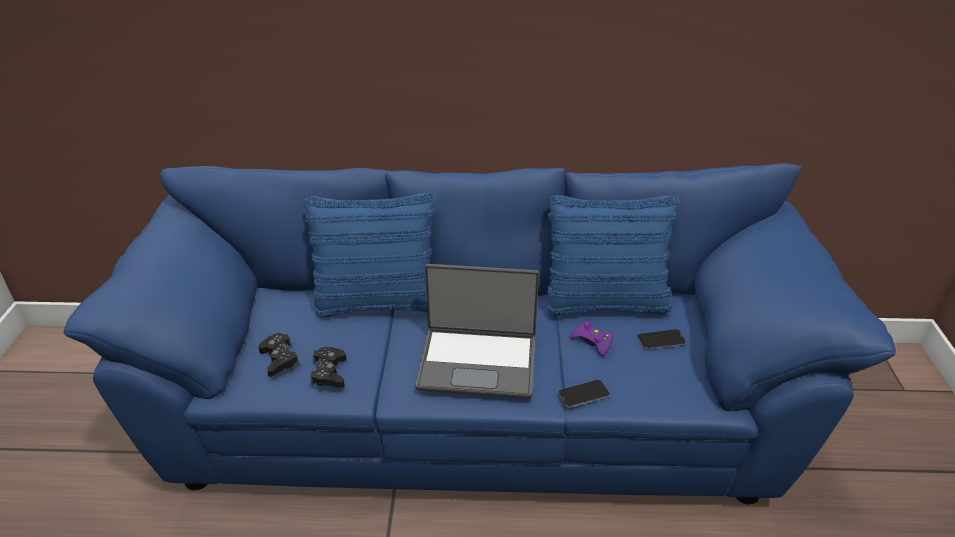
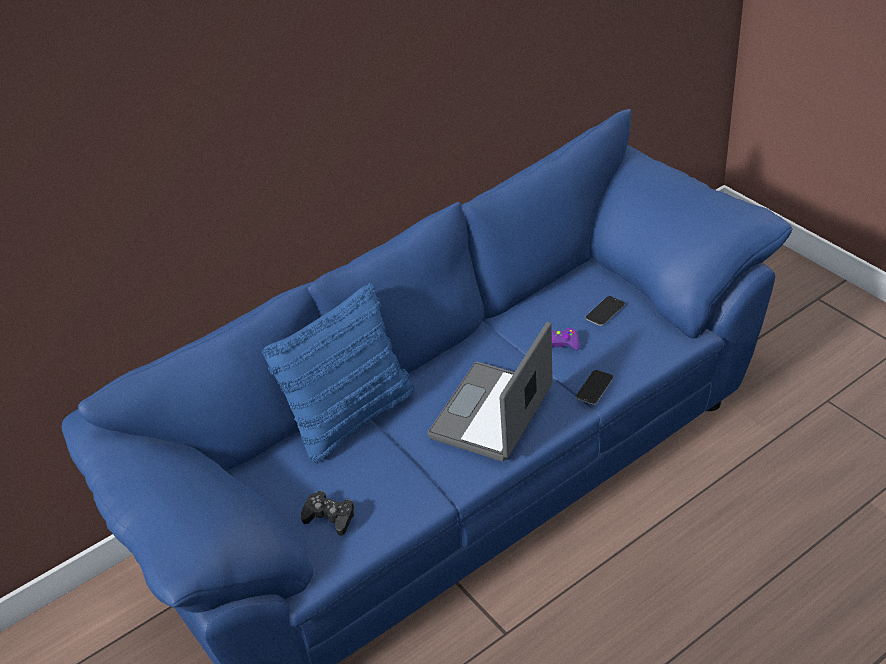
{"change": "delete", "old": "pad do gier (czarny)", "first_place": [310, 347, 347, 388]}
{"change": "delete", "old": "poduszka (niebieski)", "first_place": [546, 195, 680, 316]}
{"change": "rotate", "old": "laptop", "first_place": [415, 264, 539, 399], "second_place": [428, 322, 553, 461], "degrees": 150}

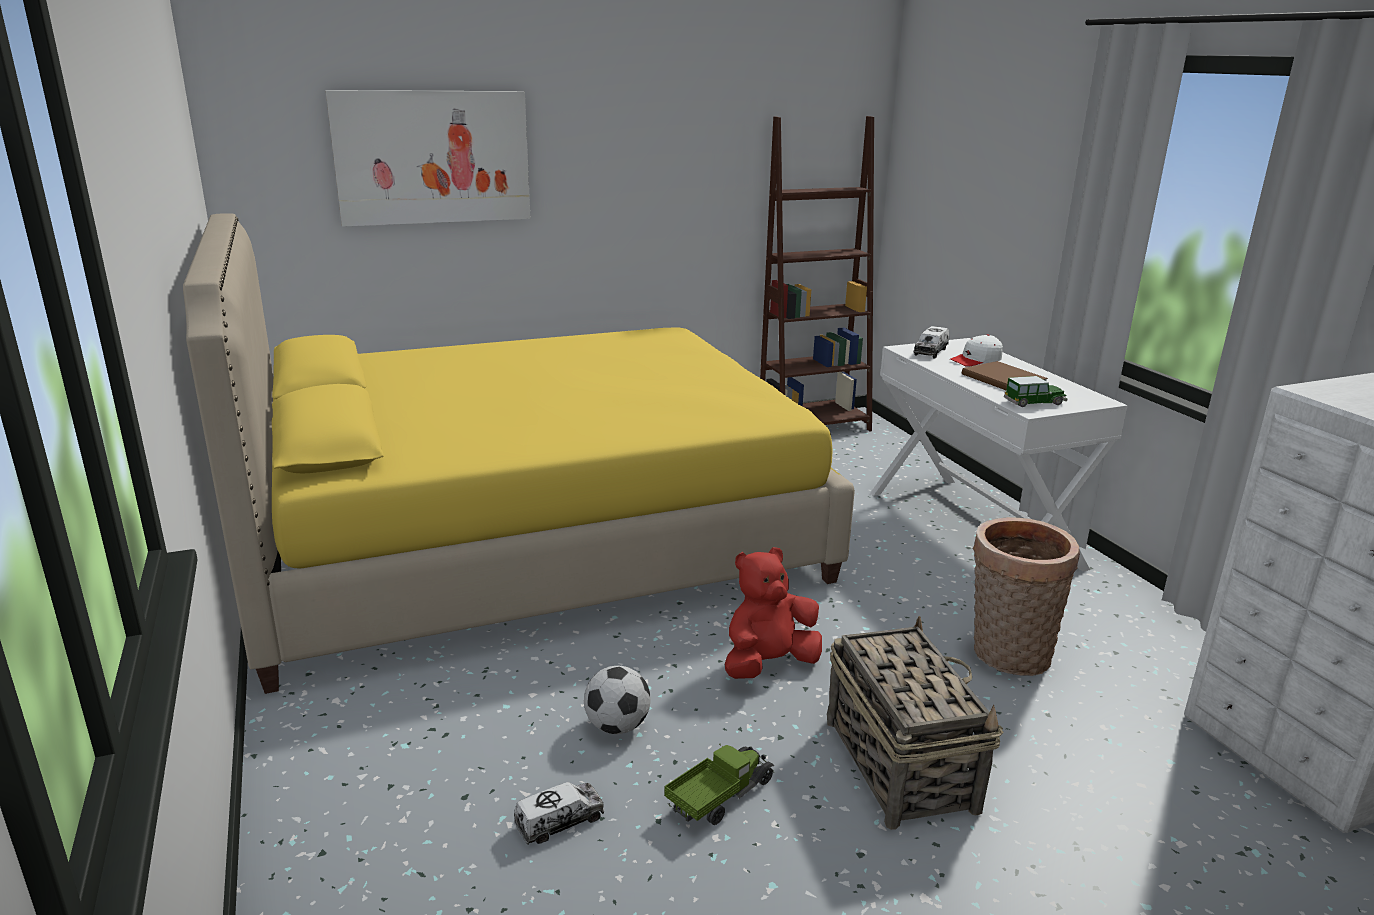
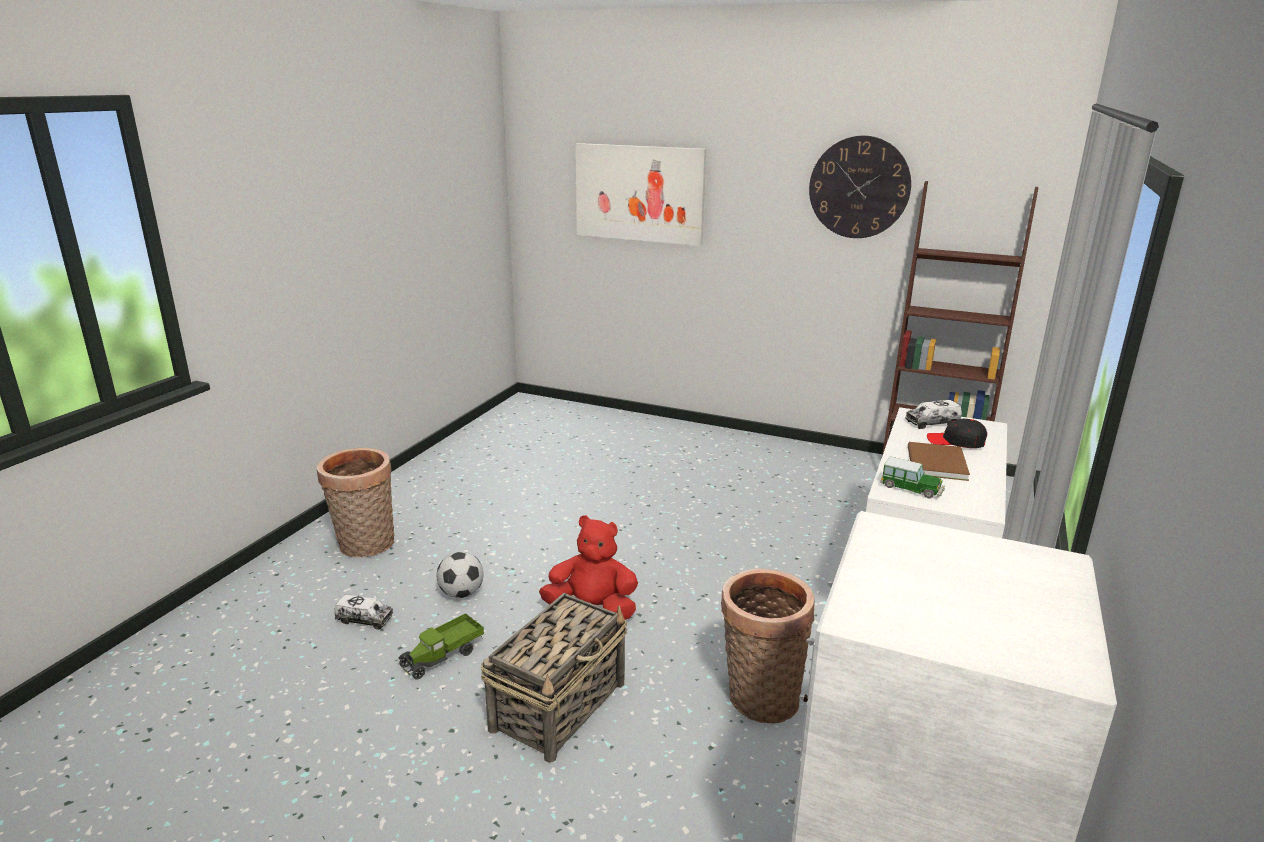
{"change": "delete", "old": "łóżko (żółty)", "first_place": [183, 213, 855, 694]}
{"change": "insert", "new": "koszyk", "second_place": [317, 448, 395, 557]}
{"change": "insert", "new": "zegar ścienny", "second_place": [809, 136, 911, 238]}
{"change": "recolor", "old": "czapka z daszkiem (biały)", "new": "czapka z daszkiem (czarny)", "first_place": [949, 334, 1003, 367], "second_place": [927, 419, 987, 448]}
{"change": "rotate", "old": "ciężarówka zabawkowa", "first_place": [664, 744, 774, 825], "second_place": [398, 613, 484, 680], "degrees": 135}

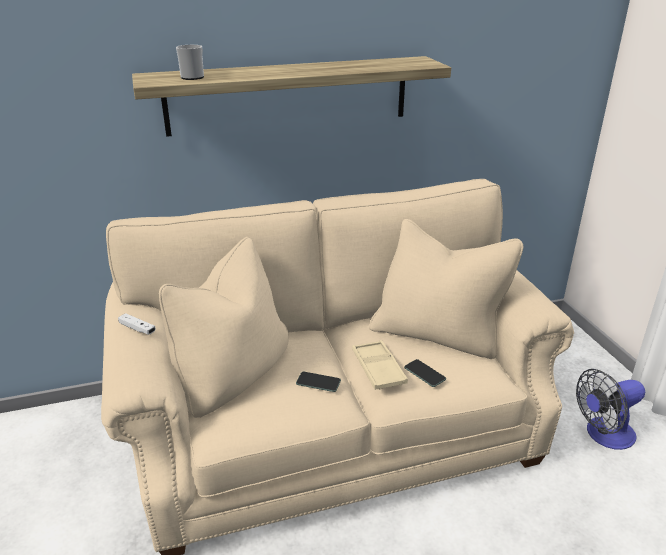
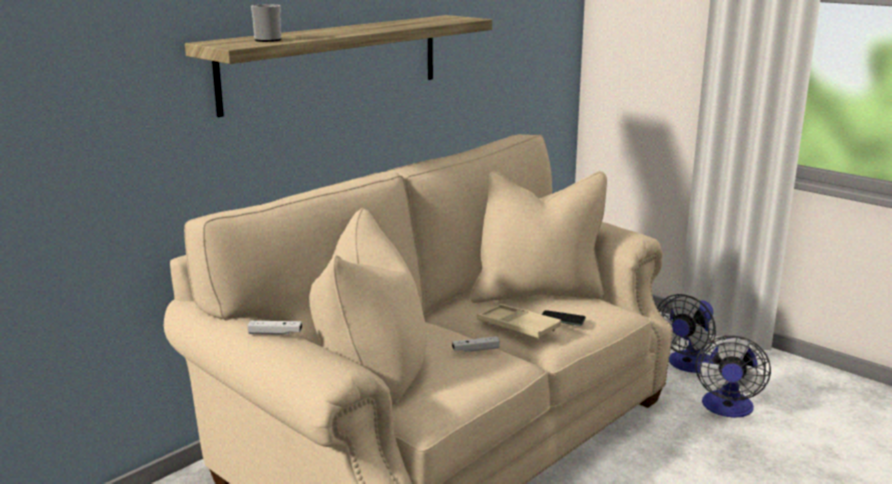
{"change": "insert", "new": "wentylator", "second_place": [695, 335, 771, 418]}
{"change": "replace", "old": "telefon", "new": "pad do gier (biały)", "first_place": [296, 372, 341, 392], "second_place": [452, 336, 500, 352]}

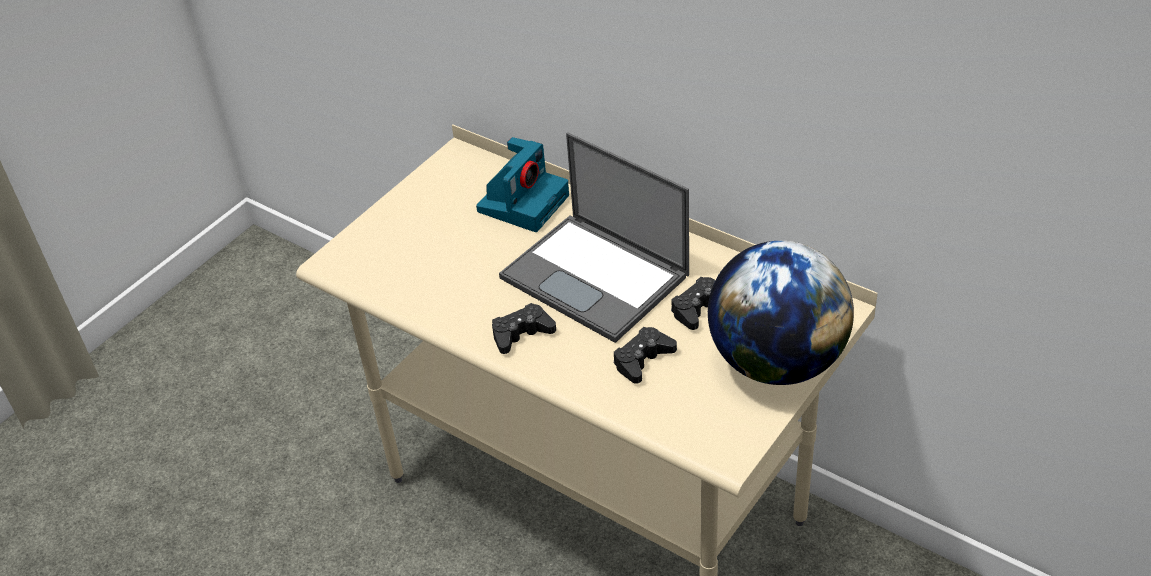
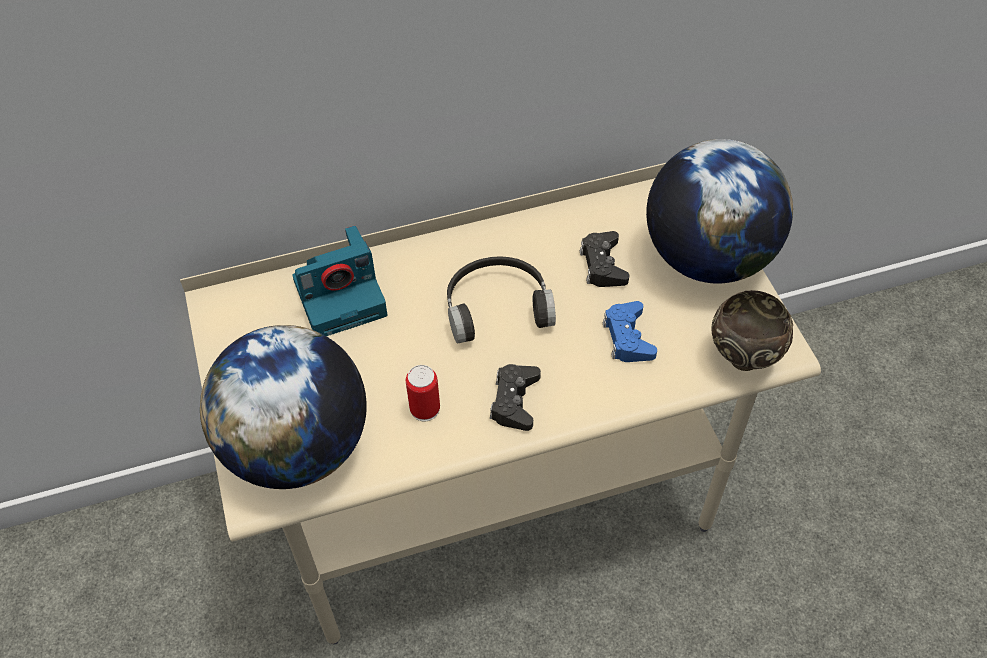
{"change": "insert", "new": "globus", "second_place": [200, 325, 367, 489]}
{"change": "insert", "new": "puszka", "second_place": [406, 365, 440, 421]}
{"change": "insert", "new": "miska (brązowy)", "second_place": [711, 290, 793, 371]}
{"change": "replace", "old": "laptop", "new": "słuchawki (czarny)", "first_place": [499, 132, 689, 343], "second_place": [447, 256, 556, 344]}
{"change": "recolor", "old": "pad do gier (czarny)", "new": "pad do gier (niebieski)", "first_place": [614, 327, 677, 384], "second_place": [603, 301, 657, 362]}
{"change": "rotate", "old": "aparat fotograficzny", "first_place": [476, 137, 569, 232], "second_place": [292, 226, 387, 336], "degrees": 90}

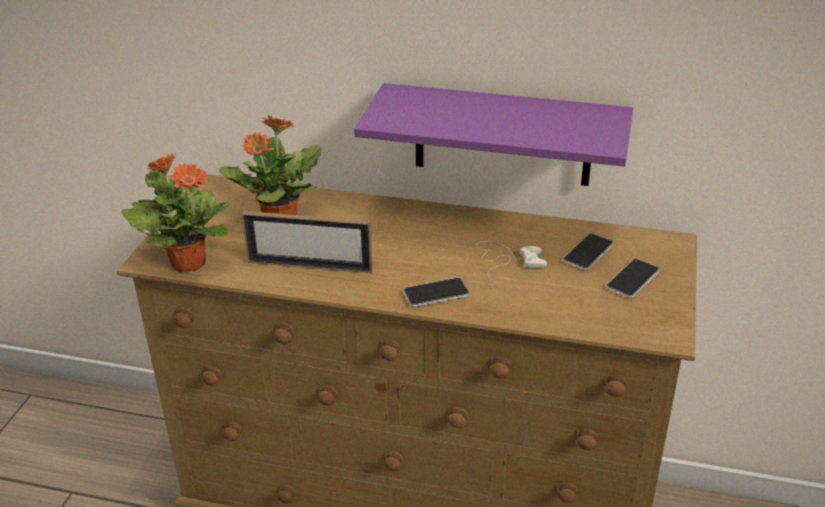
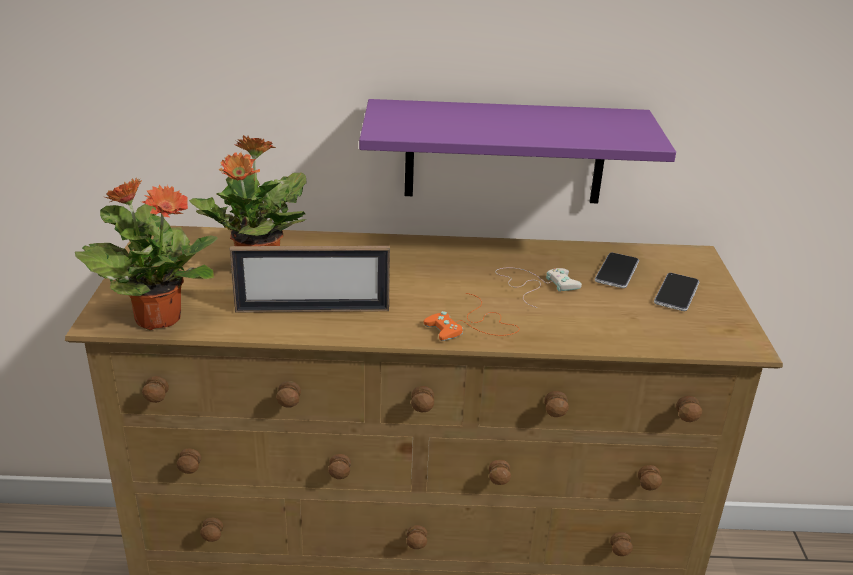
{"change": "replace", "old": "telefon", "new": "pad do gier (pomarańczowy)", "first_place": [403, 278, 469, 307], "second_place": [424, 293, 519, 341]}

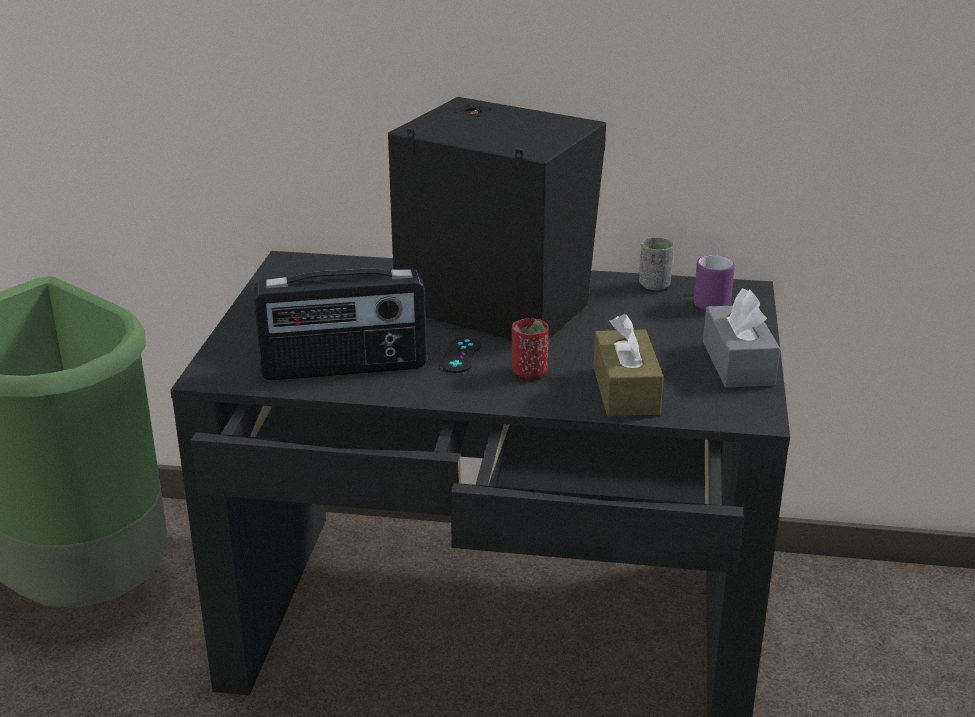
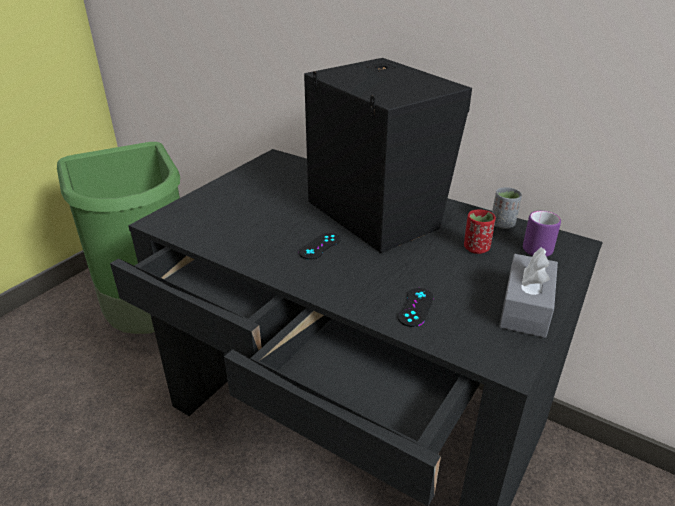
{"change": "delete", "old": "radio", "first_place": [254, 269, 427, 381]}
{"change": "move", "old": "filiżanka (czerwony)", "first_place": [512, 318, 549, 379], "second_place": [464, 209, 496, 254]}
{"change": "replace", "old": "pudełko chusteczek (brązowy)", "new": "pad do gier (czarny)", "first_place": [594, 314, 664, 417], "second_place": [397, 288, 434, 327]}

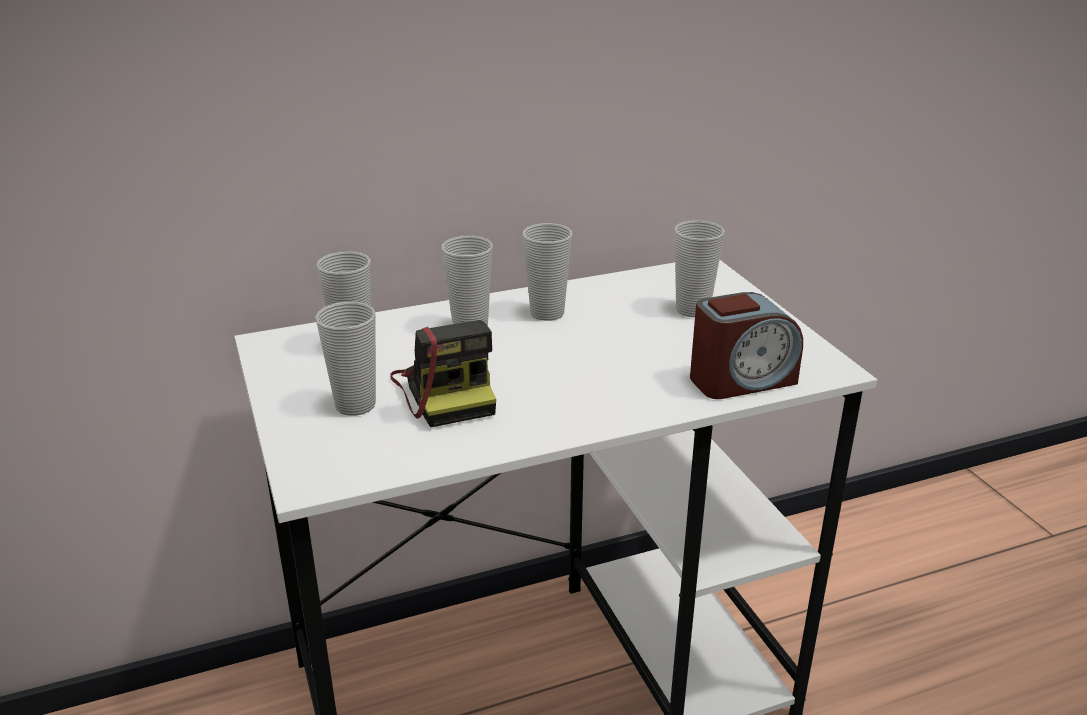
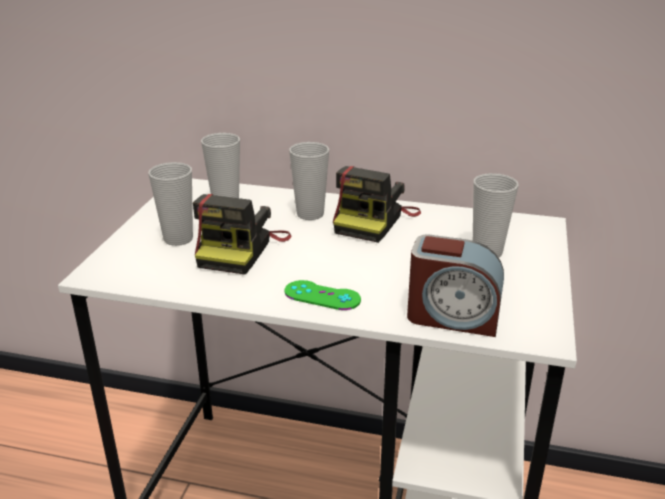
{"change": "insert", "new": "pad do gier (zielony)", "second_place": [285, 280, 361, 310]}
{"change": "replace", "old": "filiżanka", "new": "aparat fotograficzny", "first_place": [523, 223, 572, 321], "second_place": [333, 166, 421, 243]}

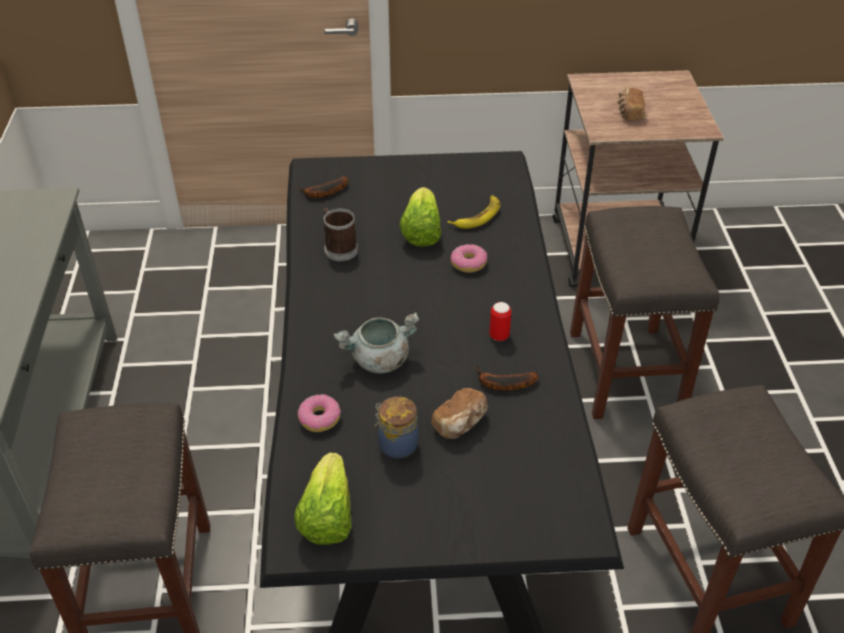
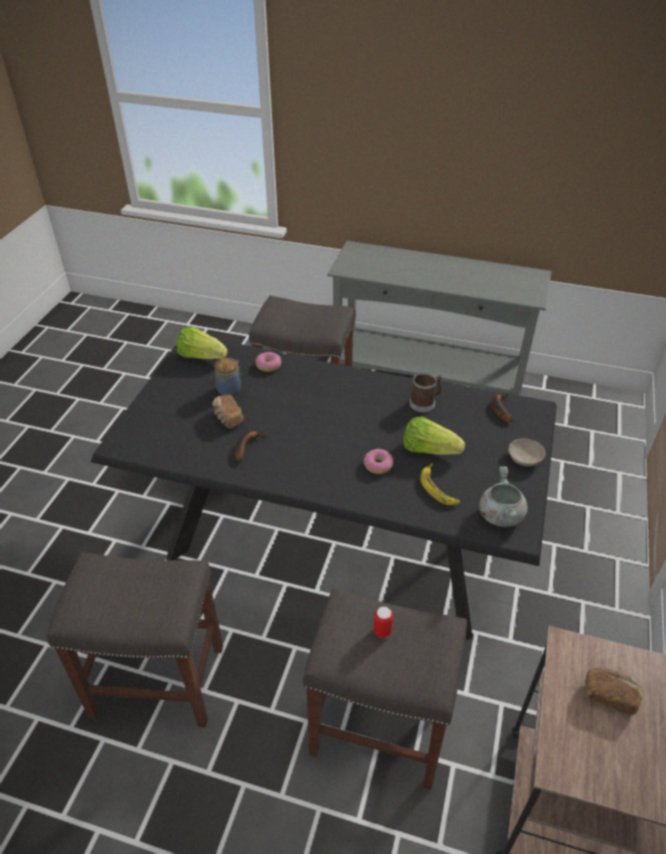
{"change": "insert", "new": "miska (beżowy)", "second_place": [508, 438, 545, 466]}
{"change": "move", "old": "garnek (szary)", "first_place": [333, 312, 420, 373], "second_place": [479, 466, 528, 527]}
{"change": "move", "old": "puszka", "first_place": [489, 302, 512, 341], "second_place": [374, 607, 393, 638]}

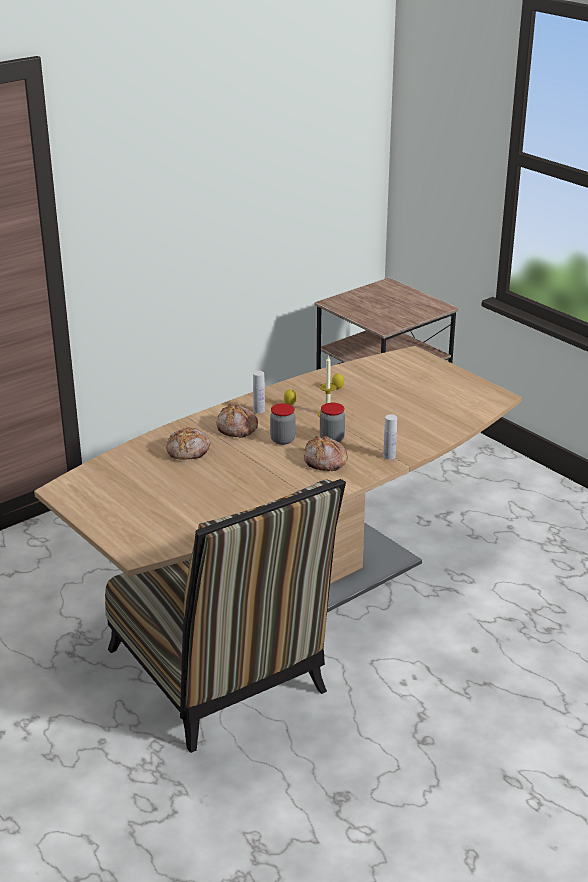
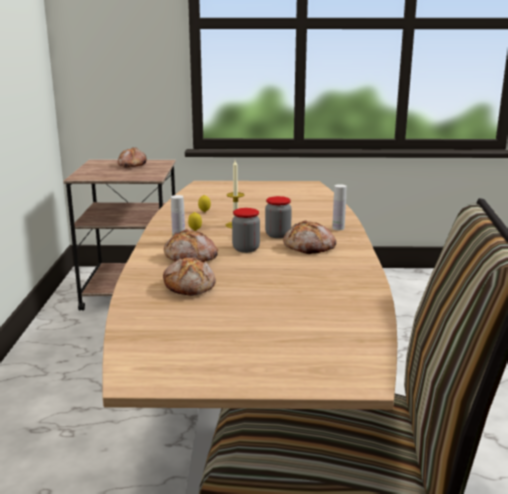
{"change": "insert", "new": "chleb", "second_place": [118, 147, 147, 168]}

